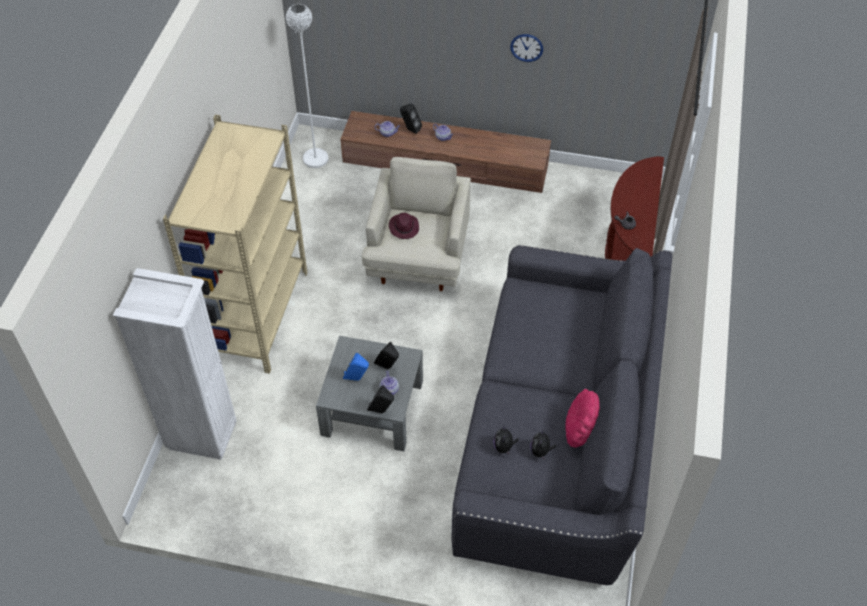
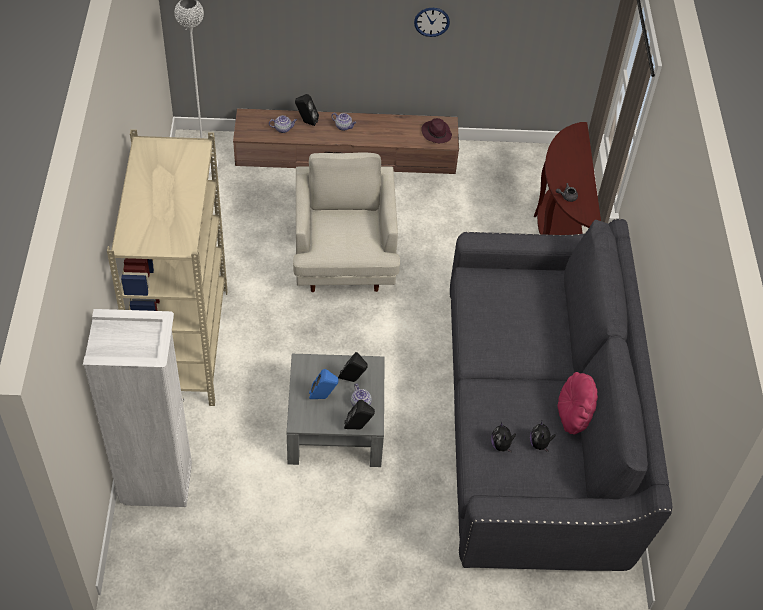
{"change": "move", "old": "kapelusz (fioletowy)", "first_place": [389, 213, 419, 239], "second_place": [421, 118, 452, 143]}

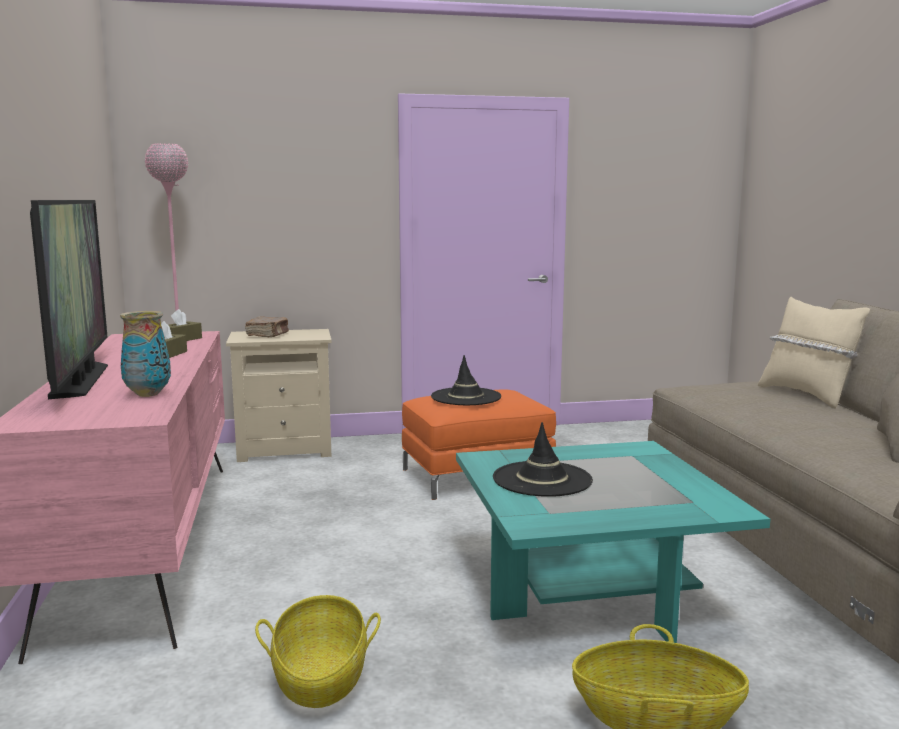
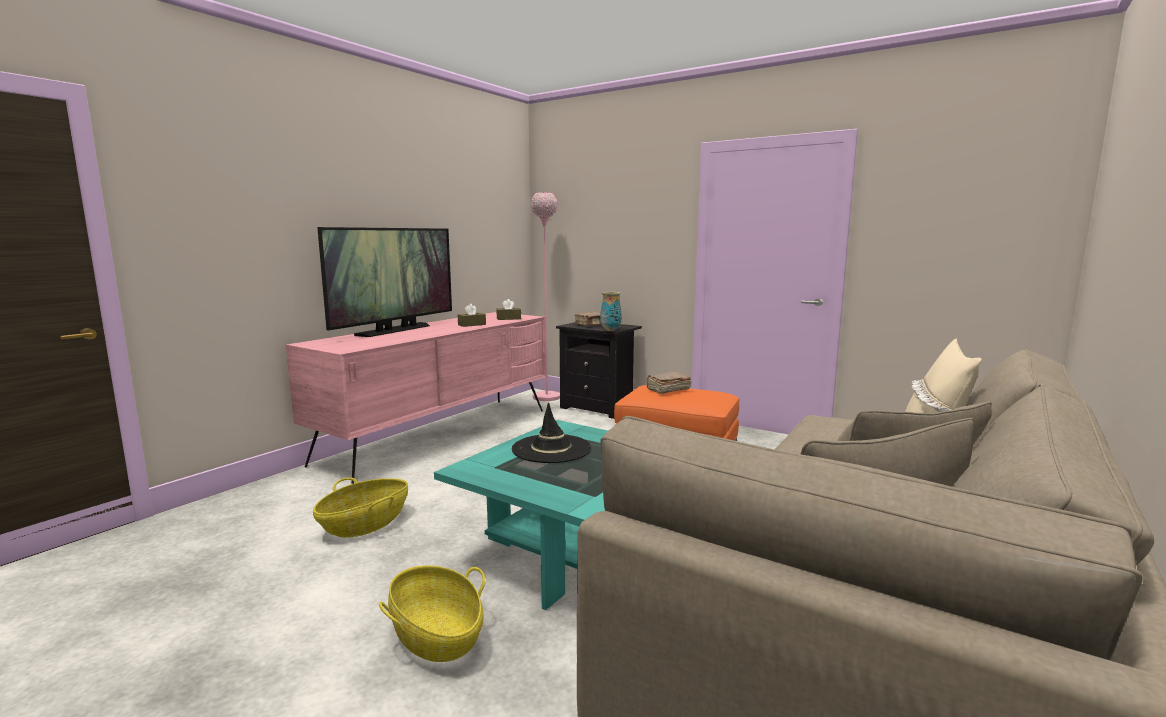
{"change": "move", "old": "wazon", "first_place": [120, 311, 171, 397], "second_place": [600, 292, 622, 331]}
{"change": "replace", "old": "kapelusz (czarny)", "new": "książka (brązowy)", "first_place": [431, 355, 501, 405], "second_place": [647, 372, 691, 394]}
{"change": "recolor", "old": "szafka nocna (beżowy)", "new": "szafka nocna (czarny)", "first_place": [226, 329, 332, 462], "second_place": [556, 322, 642, 419]}

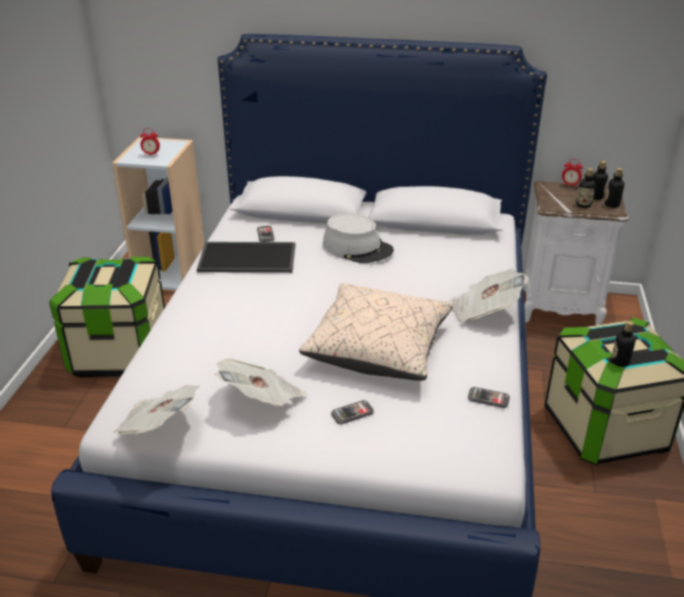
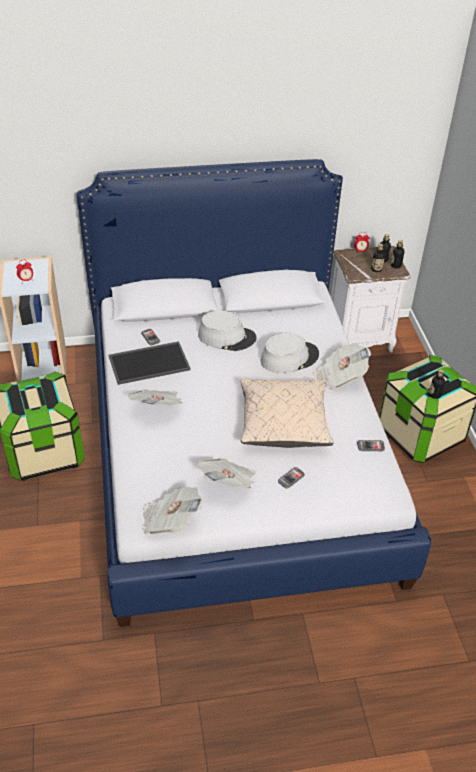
{"change": "insert", "new": "gazeta", "second_place": [128, 389, 182, 406]}
{"change": "insert", "new": "kapelusz (szary)", "second_place": [261, 333, 319, 373]}

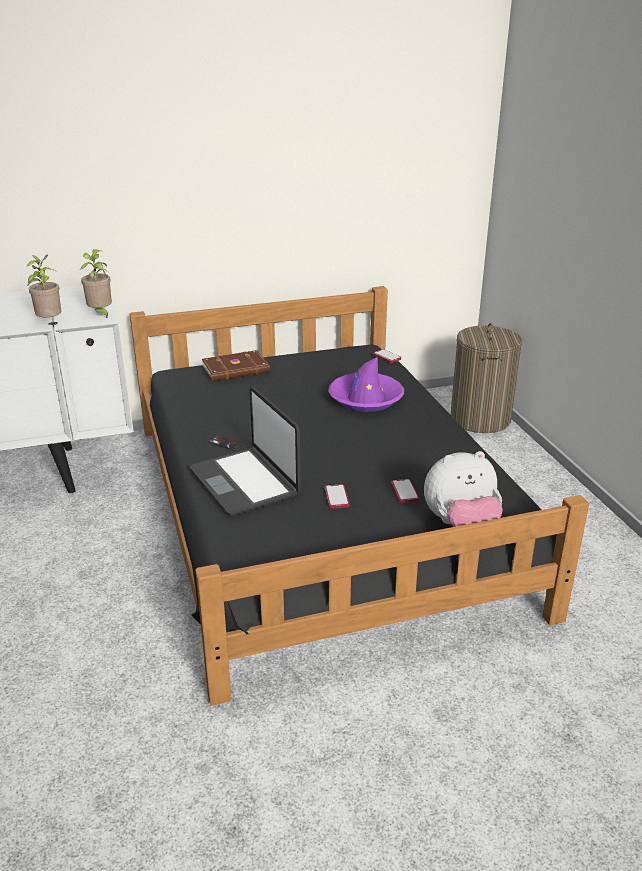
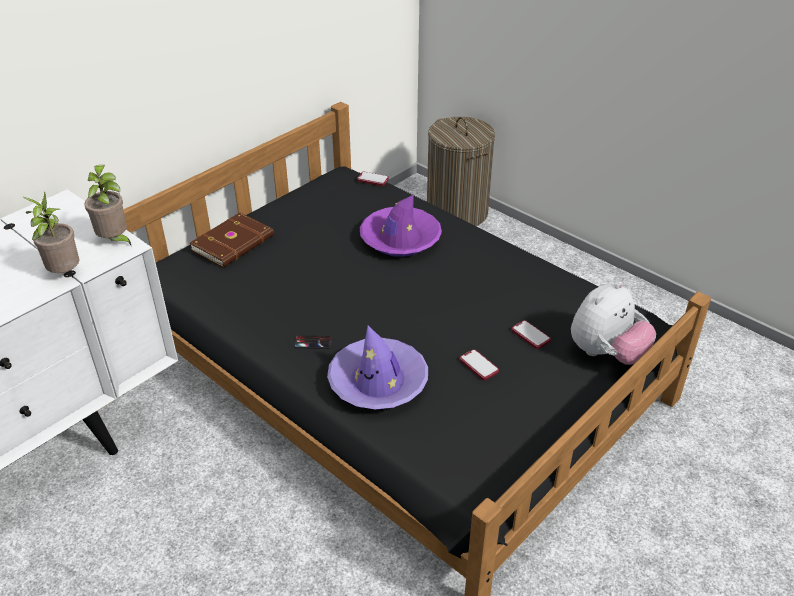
{"change": "replace", "old": "laptop", "new": "kapelusz (fioletowy)", "first_place": [190, 387, 301, 516], "second_place": [327, 326, 428, 409]}

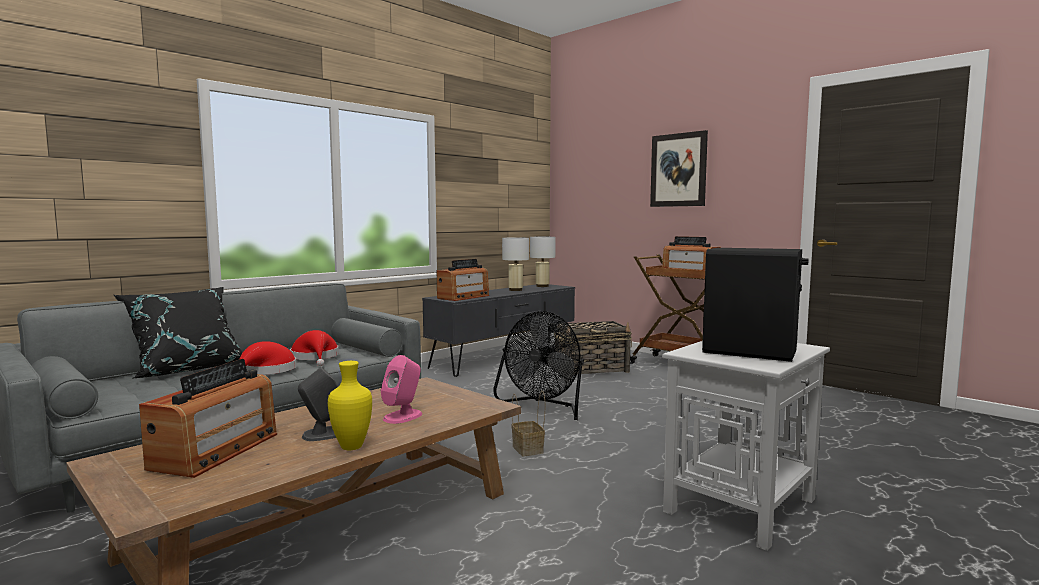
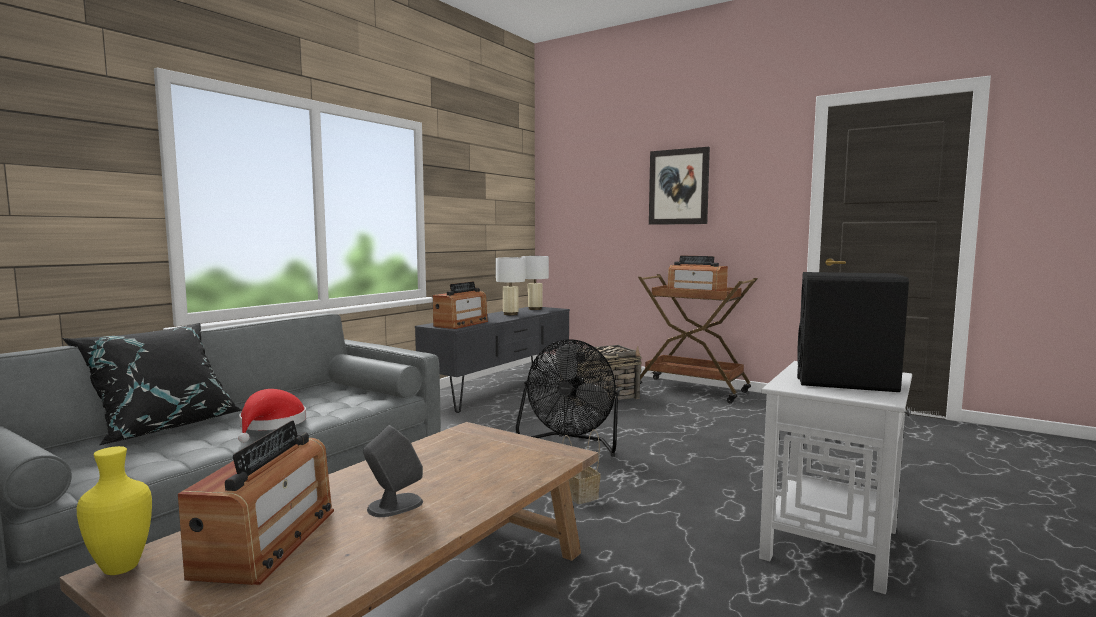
{"change": "delete", "old": "kapelusz (czerwony)", "first_place": [290, 330, 339, 366]}
{"change": "delete", "old": "głośnik (różowy)", "first_place": [381, 355, 422, 424]}
{"change": "move", "old": "wazon (żółty)", "first_place": [328, 361, 372, 450], "second_place": [77, 446, 152, 575]}

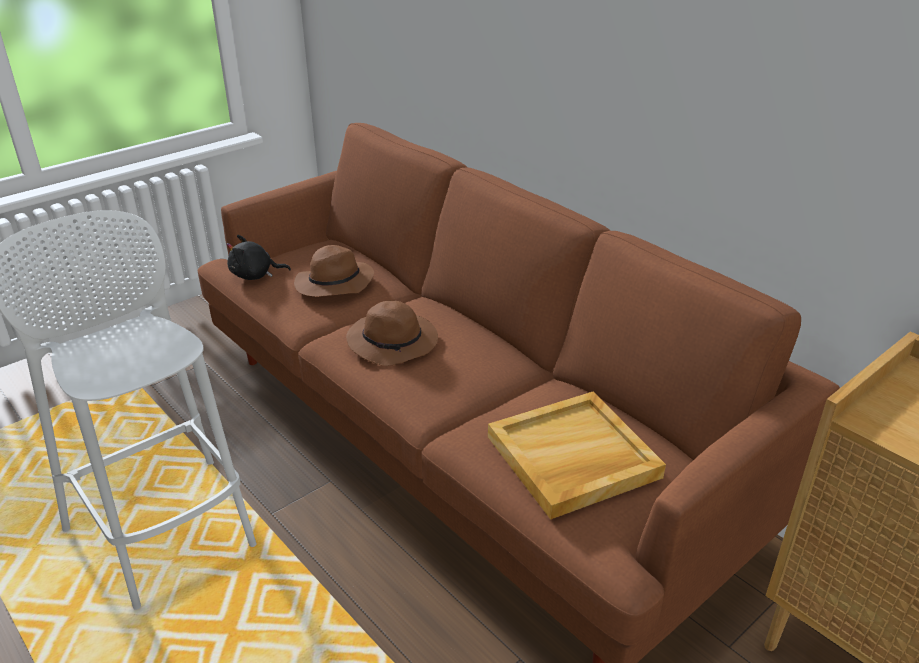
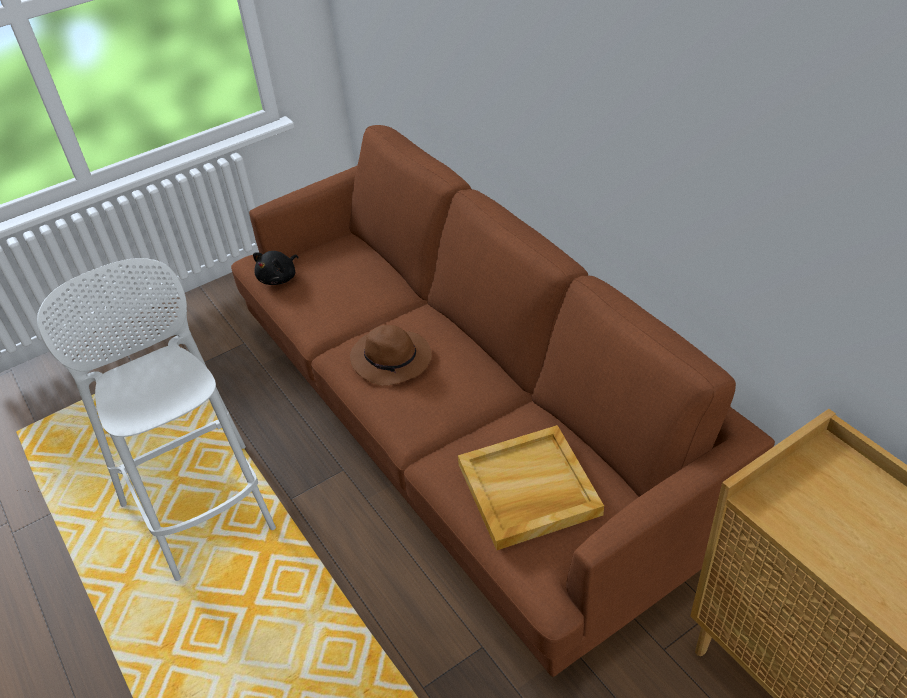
{"change": "delete", "old": "kapelusz (brązowy)", "first_place": [294, 245, 374, 297]}
{"change": "rotate", "old": "pluszak (czarny)", "first_place": [226, 235, 291, 280], "second_place": [253, 251, 299, 285], "degrees": -60}

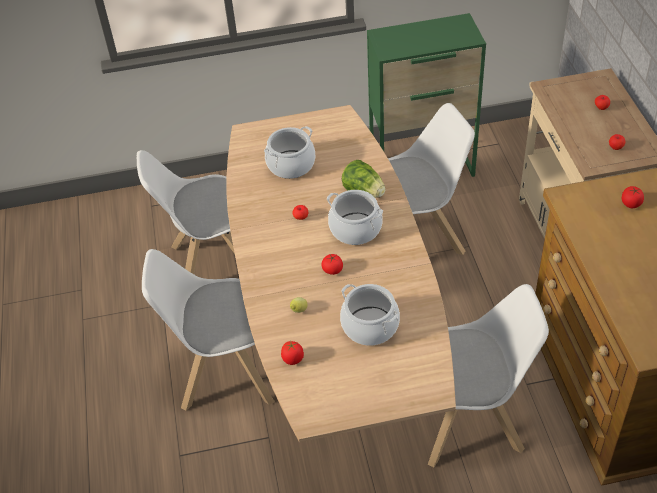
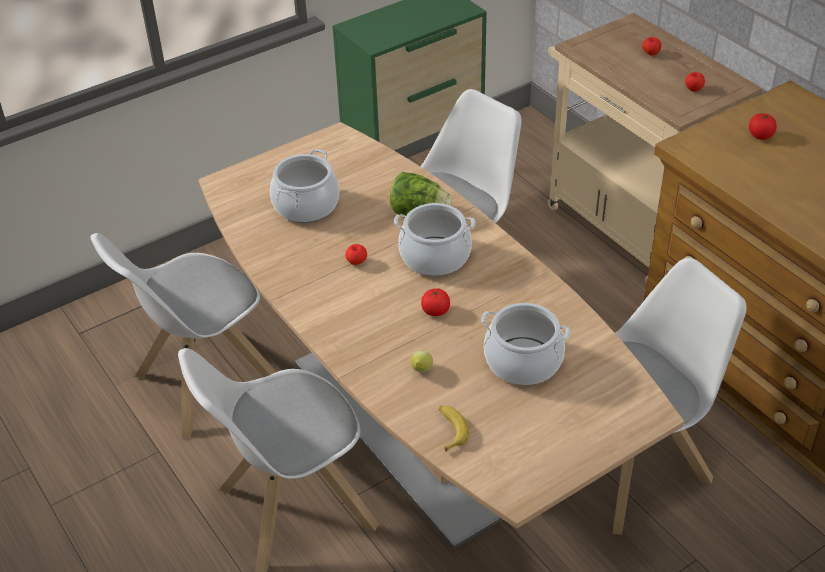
{"change": "replace", "old": "pomidor", "new": "banan", "first_place": [281, 341, 304, 365], "second_place": [439, 406, 469, 452]}

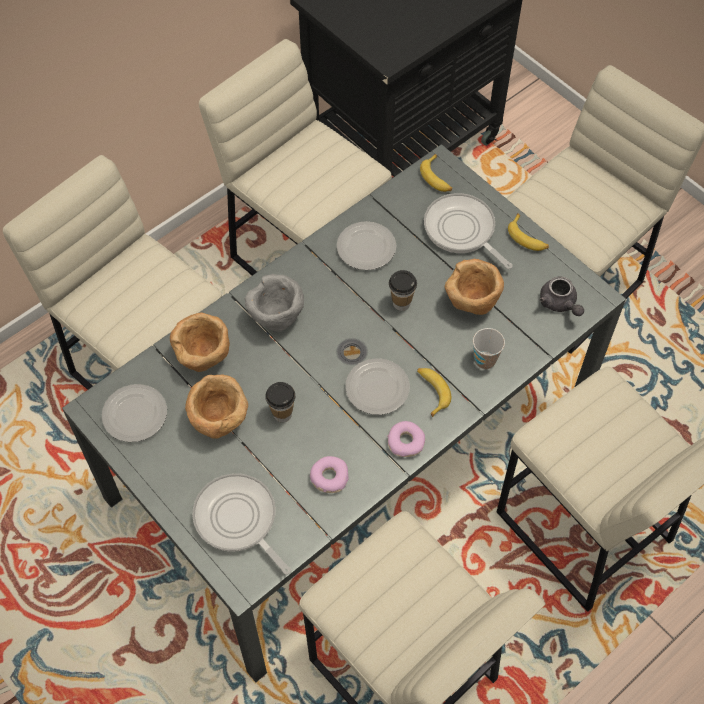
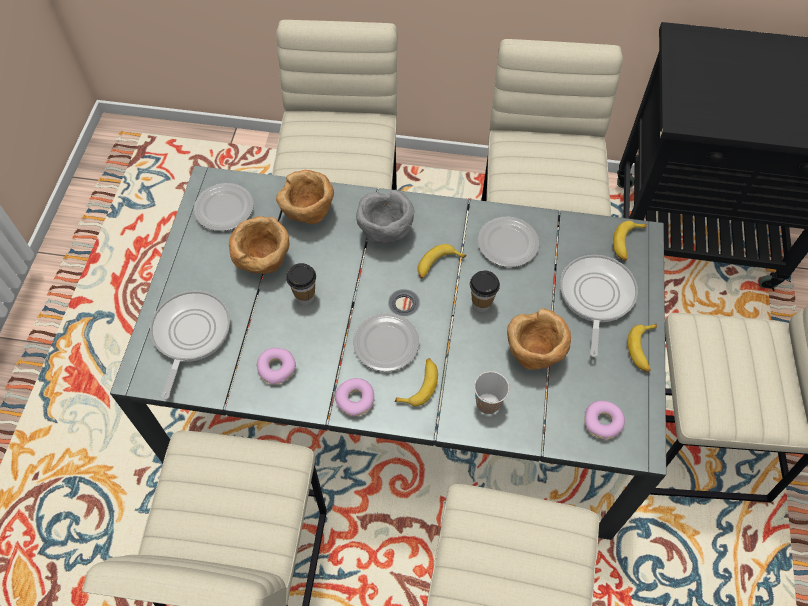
{"change": "insert", "new": "banan", "second_place": [418, 244, 466, 278]}
{"change": "replace", "old": "imbryk (szary)", "new": "donut", "first_place": [540, 276, 584, 316], "second_place": [584, 401, 625, 439]}

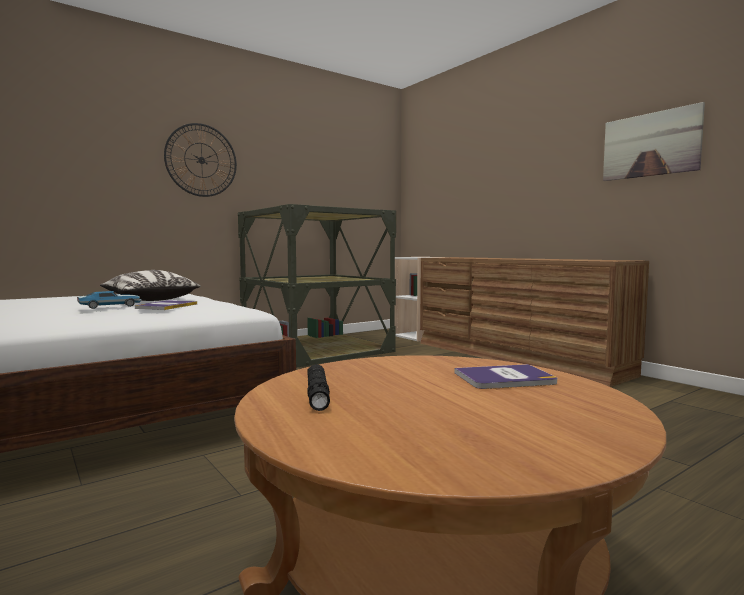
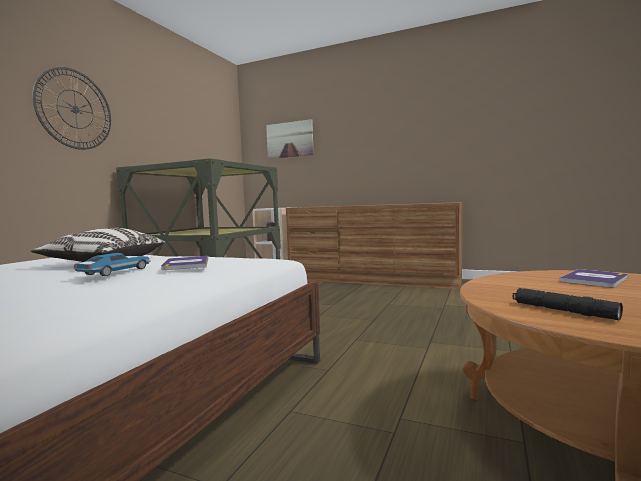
{"change": "move", "old": "obraz", "first_place": [603, 102, 705, 181], "second_place": [266, 119, 314, 159]}

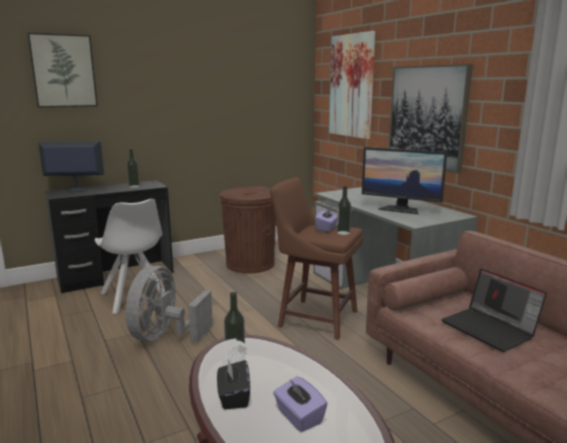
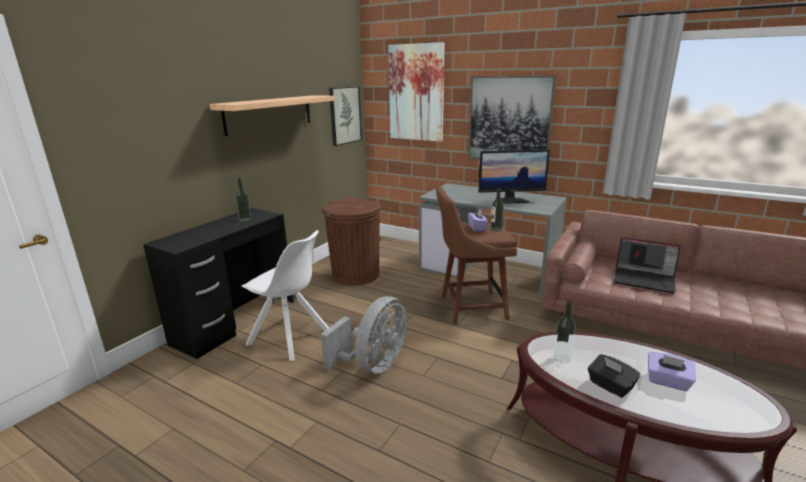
{"change": "delete", "old": "monitor", "first_place": [38, 141, 104, 192]}
{"change": "insert", "new": "półka", "second_place": [210, 95, 335, 136]}
{"change": "move", "old": "obraz", "first_place": [28, 33, 98, 107], "second_place": [329, 86, 362, 146]}
{"change": "rotate", "old": "wentylator (szary)", "first_place": [125, 265, 213, 343], "second_place": [321, 296, 407, 374], "degrees": -135}

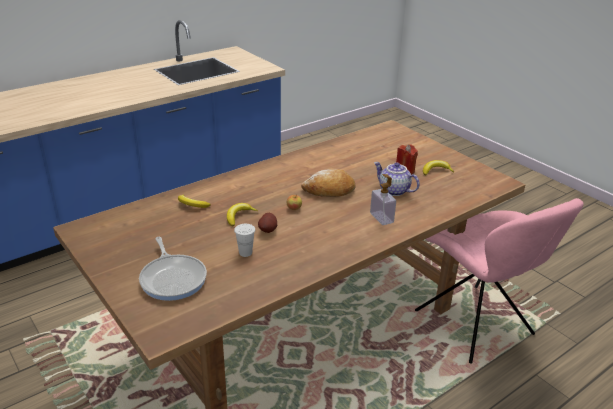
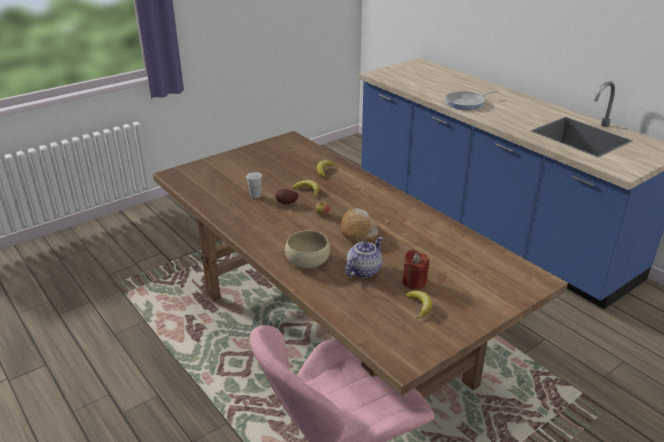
{"change": "move", "old": "patelnia", "first_place": [139, 237, 207, 301], "second_place": [445, 91, 498, 110]}
{"change": "replace", "old": "dozownik mydła", "new": "miska (beżowy)", "first_place": [370, 174, 396, 225], "second_place": [285, 230, 331, 268]}

